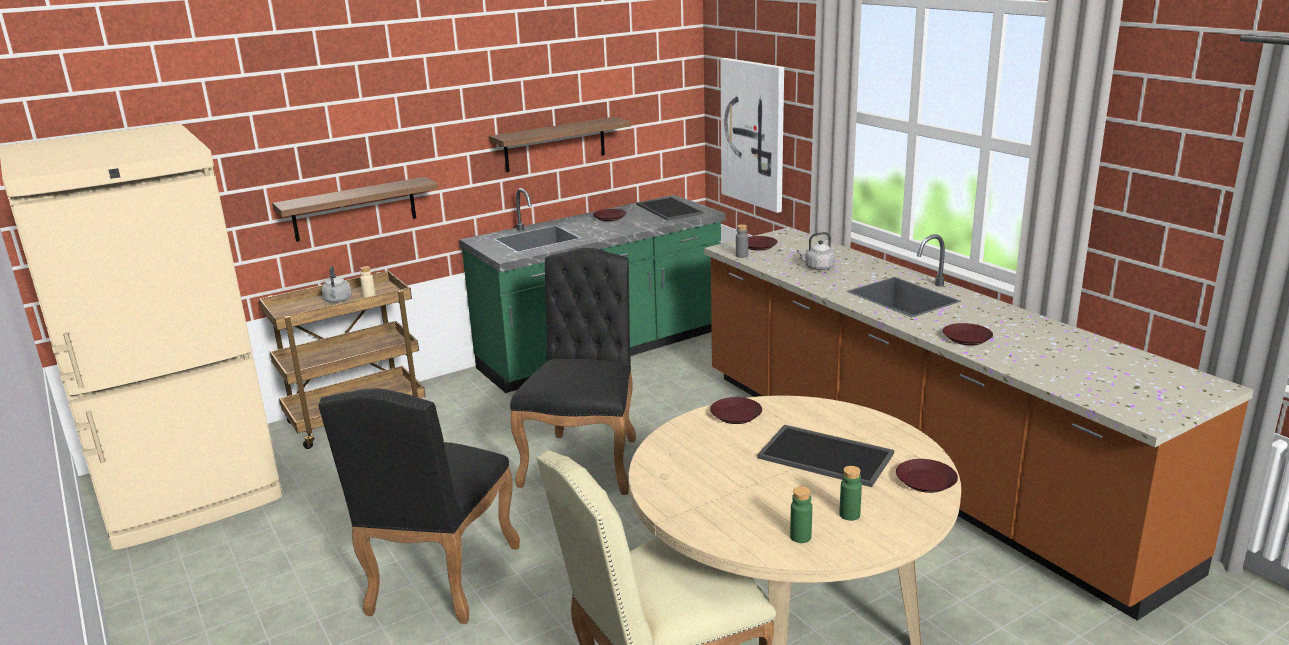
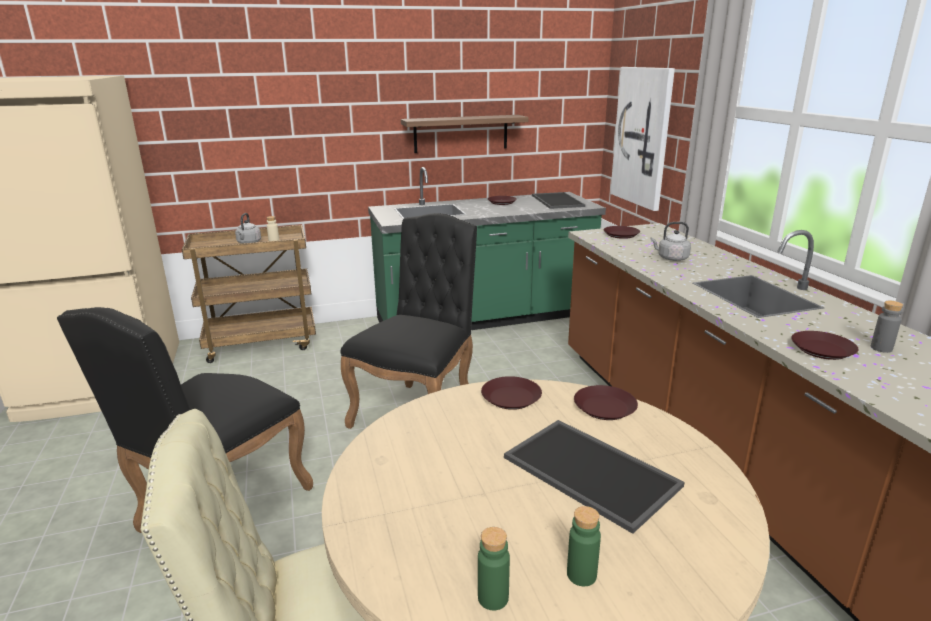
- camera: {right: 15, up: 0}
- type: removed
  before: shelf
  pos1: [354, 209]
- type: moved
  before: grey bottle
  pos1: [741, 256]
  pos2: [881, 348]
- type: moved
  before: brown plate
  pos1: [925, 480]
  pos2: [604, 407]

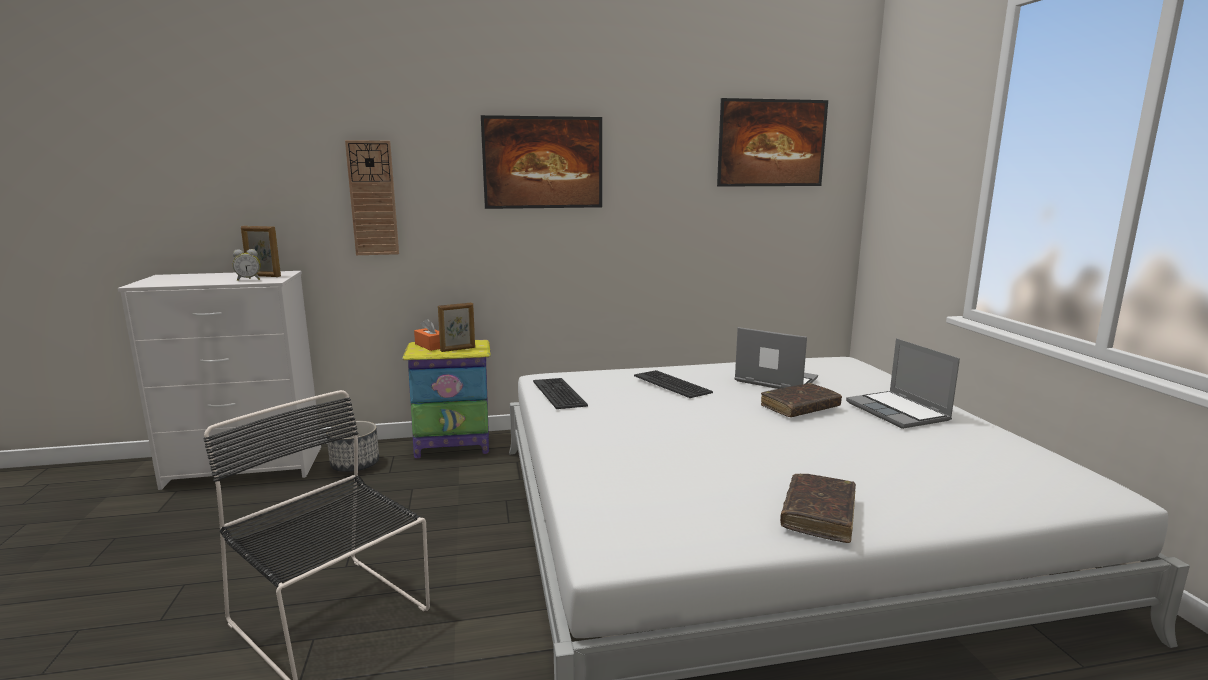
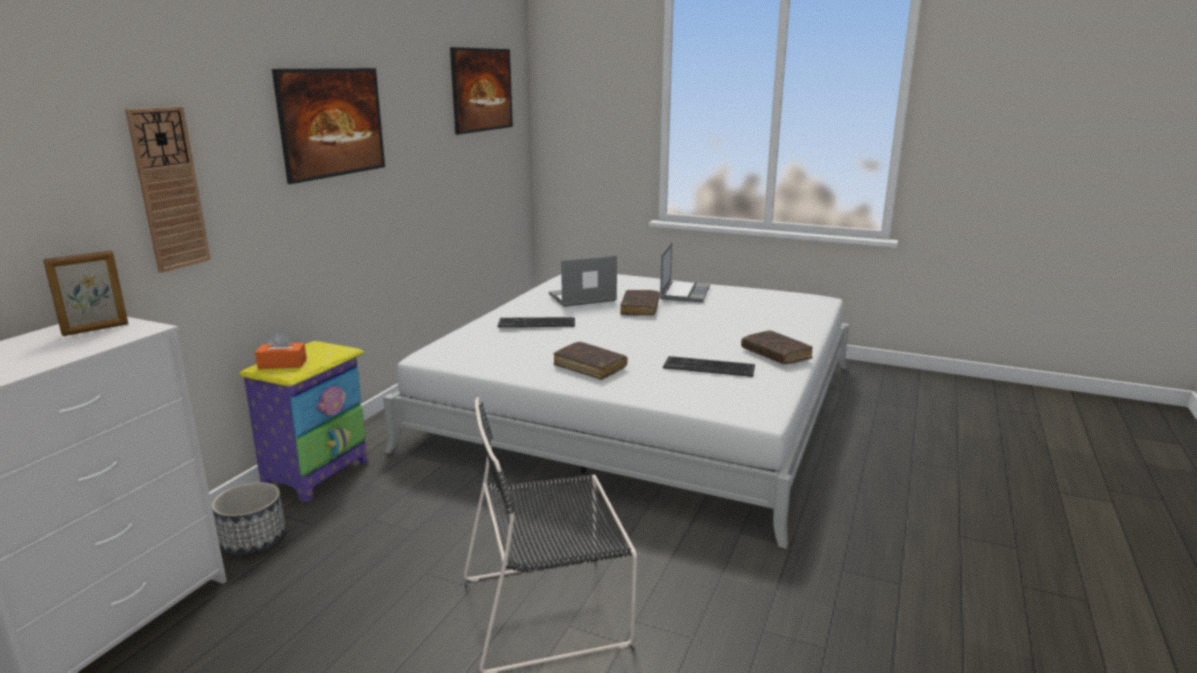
- camera: {right: -55, up: 5}
- type: removed
  before: alarm clock
  pos1: [249, 279]
- type: removed
  before: picture frame
  pos1: [458, 349]
- type: turned
  before: laptop
  pos1: [899, 412]
  pos2: [684, 293]
  turn: -90
- type: moved
  before: keyboard
  pos1: [560, 394]
  pos2: [709, 367]
- type: added
  after: brown book
  pos2: [590, 367]

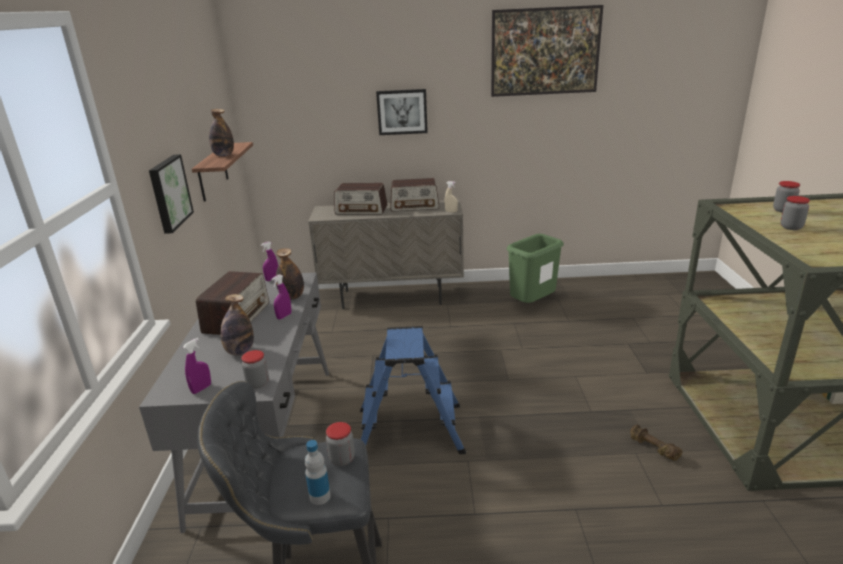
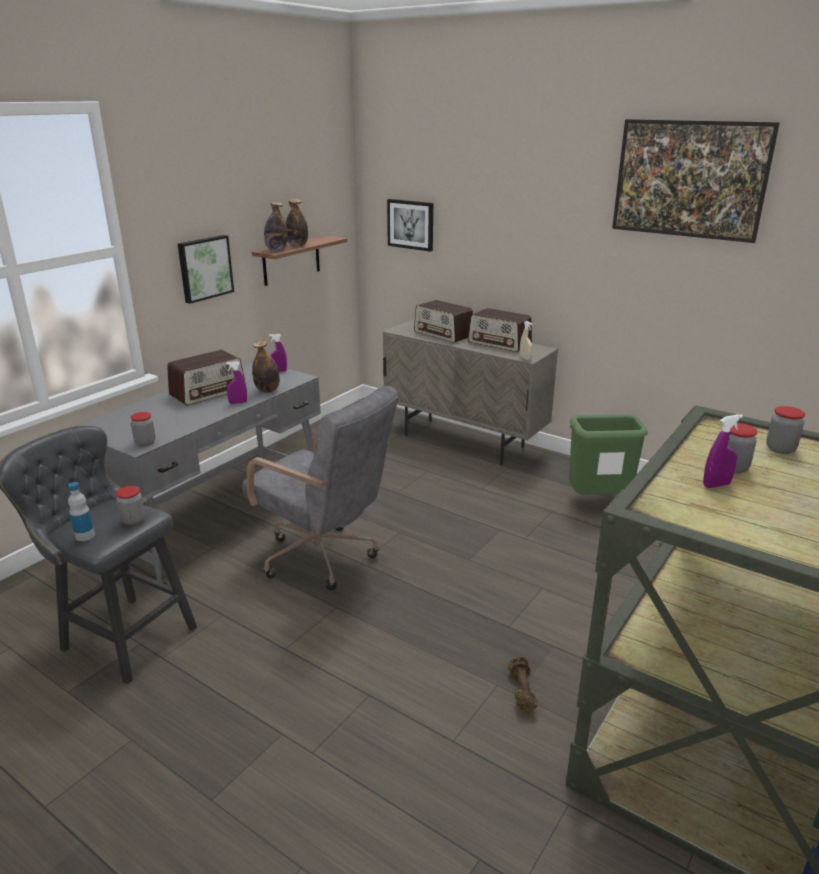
- camera: {right: 35, up: 0}
- type: moved
  before: picture
  pos1: [402, 112]
  pos2: [411, 224]
- type: moved
  before: bottle
  pos1: [240, 352]
  pos2: [276, 250]
- type: replaced
  before: blue step ladder
  after: grey office chair
  pos1: [410, 430]
  pos2: [324, 560]
- type: moved
  before: purple spray bottle
  pos1: [201, 389]
  pos2: [716, 485]

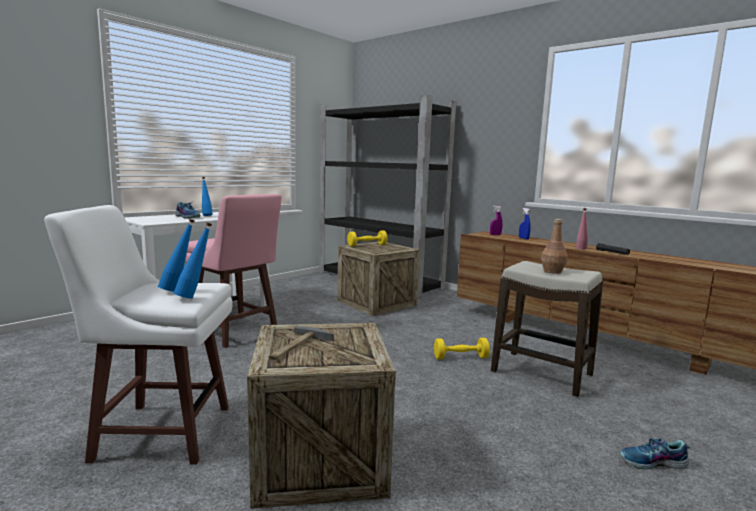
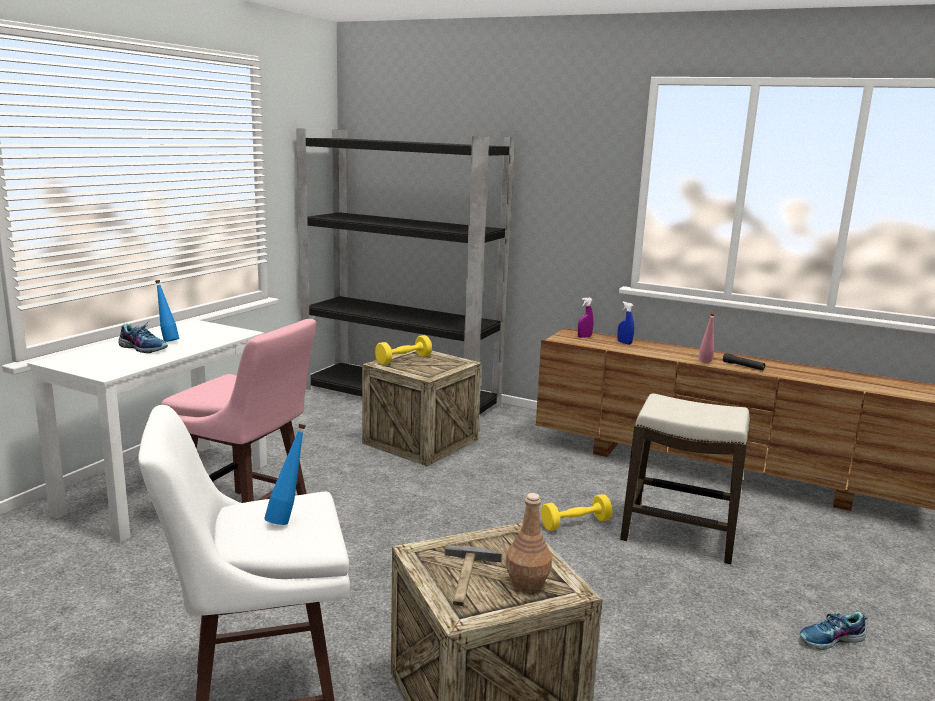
- camera: {right: -15, up: 5}
- type: moved
  before: brown bottle
  pos1: [553, 271]
  pos2: [527, 583]
- type: removed
  before: blue bottle
  pos1: [194, 297]

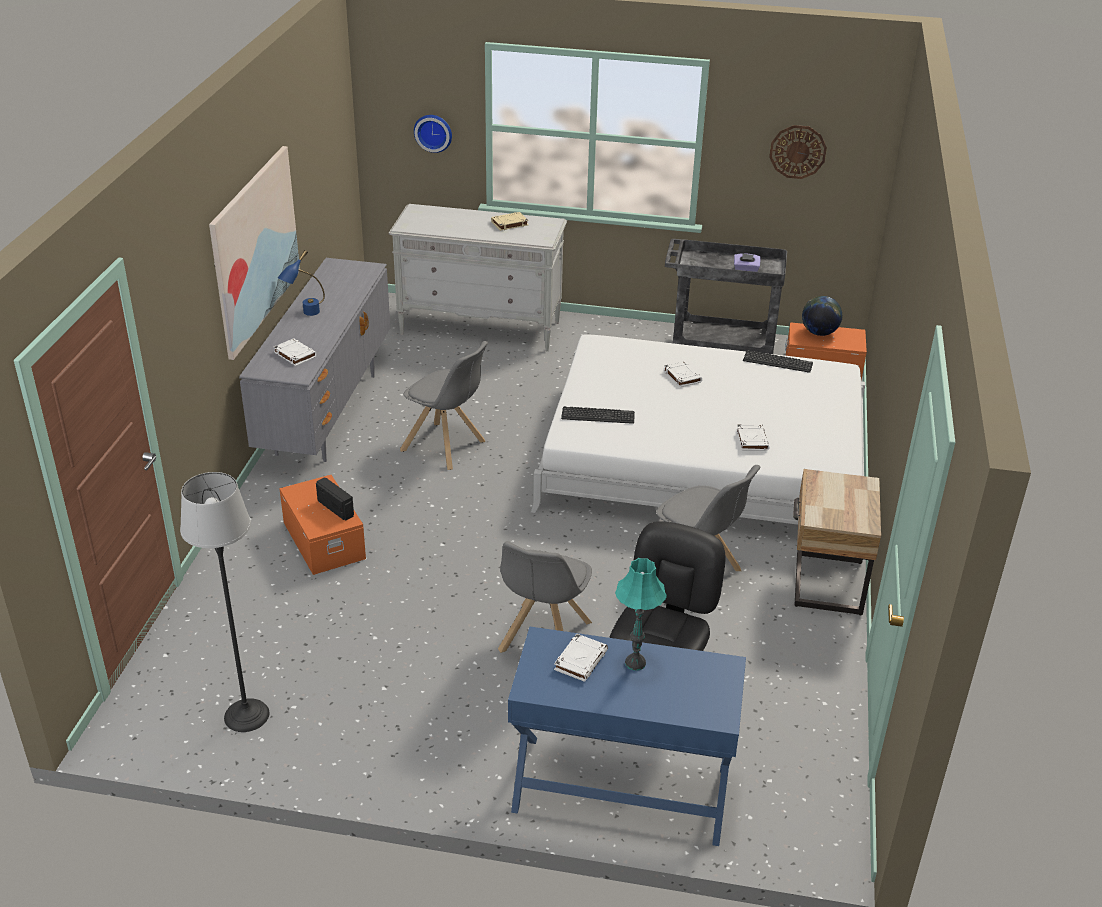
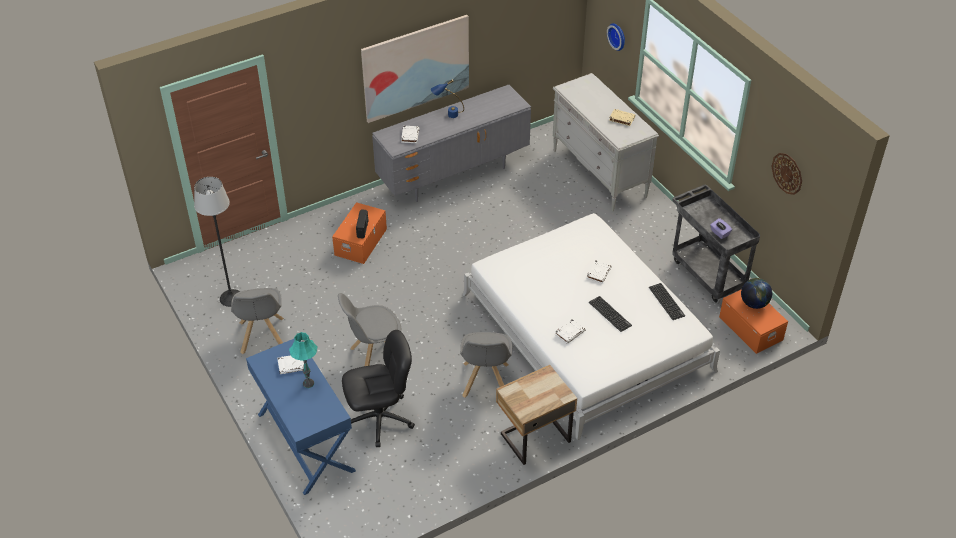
- camera: {right: 50, up: 10}
- type: moved
  before: grey chair
  pos1: [446, 447]
  pos2: [262, 337]
- type: moved
  before: keyboard
  pos1: [598, 416]
  pos2: [610, 314]

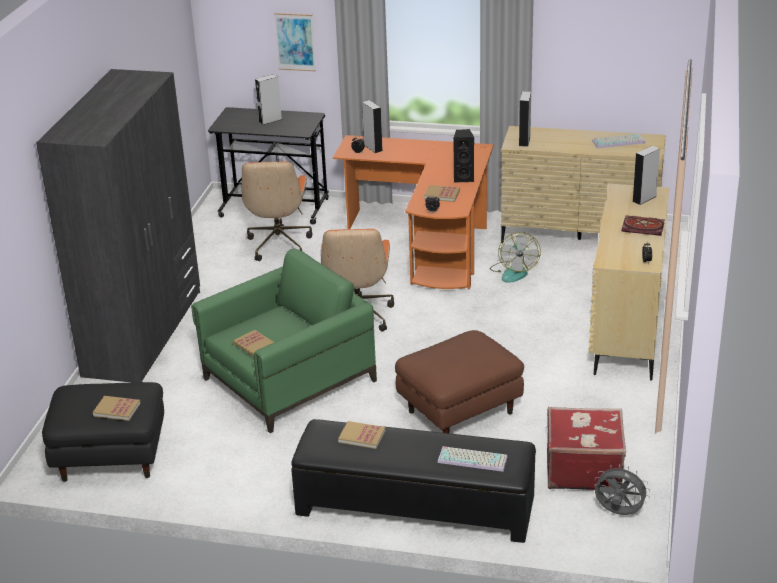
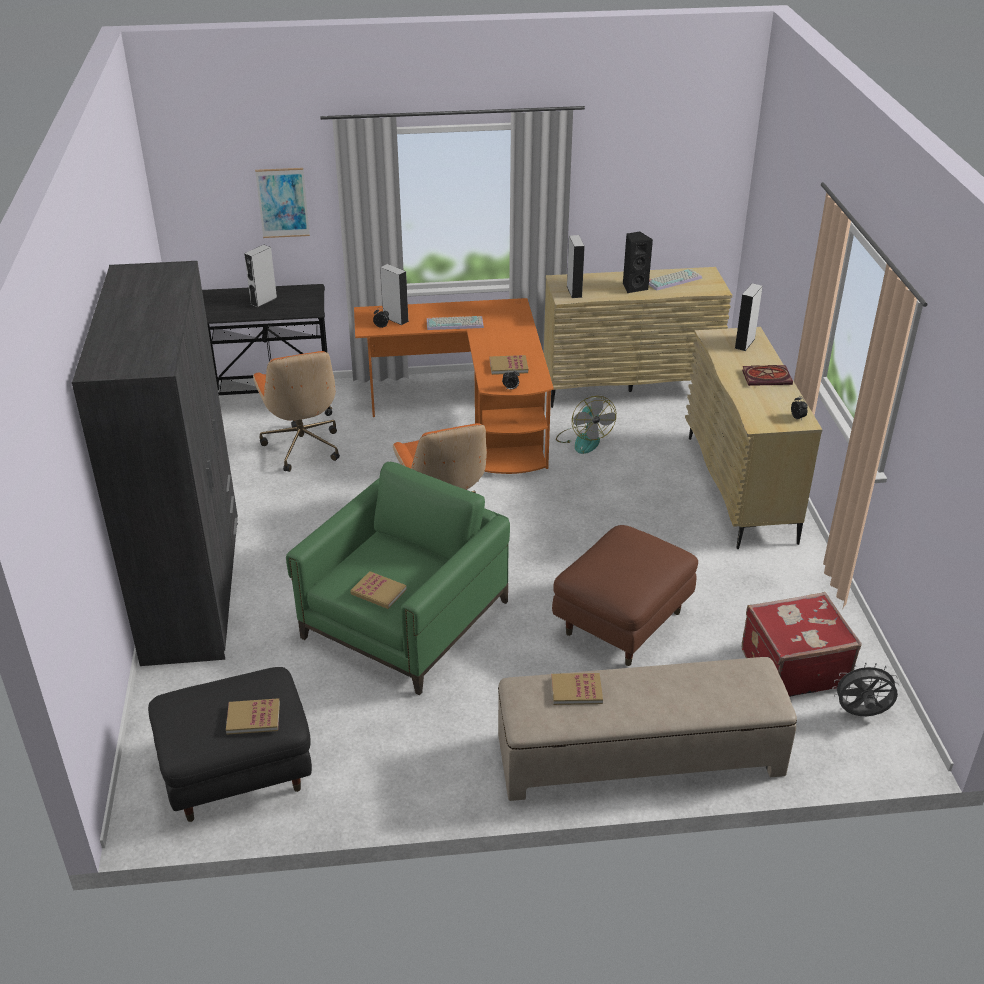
- camera: {right: -20, up: 5}
- type: moved
  before: black speaker
  pos1: [463, 178]
  pos2: [634, 287]
- type: recoloured
  before: black bench
  after: beige bench
  pos1: [414, 505]
  pos2: [638, 756]
- type: moved
  before: keyboard
  pos1: [473, 459]
  pos2: [455, 323]

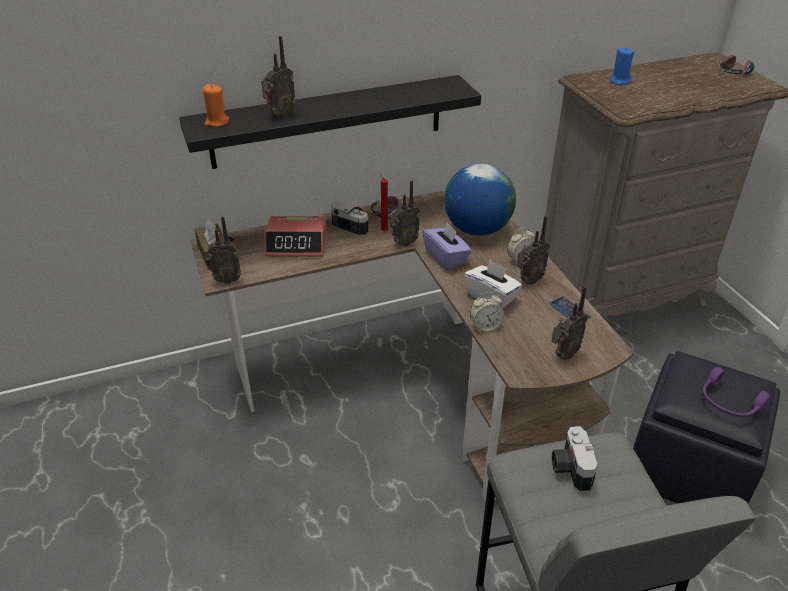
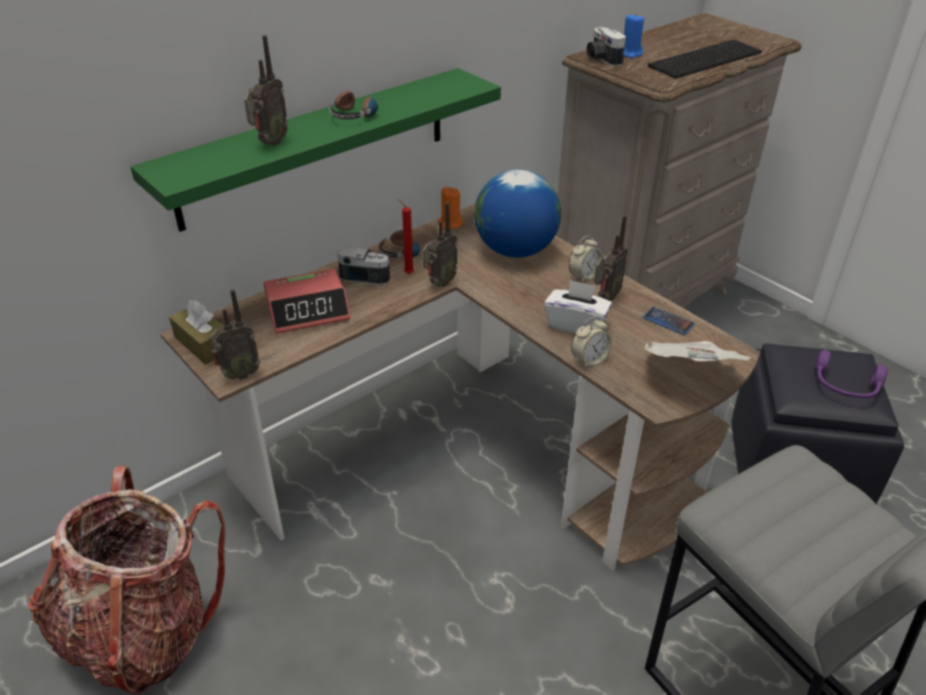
- camera: {right: -20, up: 0}
- type: moved
  before: headphones
  pos1: [736, 70]
  pos2: [357, 113]
- type: recoloured
  before: black shelf
  after: green shelf
  pos1: [328, 122]
  pos2: [316, 147]
- type: moved
  before: orange candle
  pos1: [217, 122]
  pos2: [450, 223]
- type: removed
  before: purple tissue box
  pos1: [446, 258]
- type: replaced
  before: radio
  after: newspaper
  pos1: [563, 355]
  pos2: [691, 372]
- type: moved
  before: photo camera
  pos1: [569, 468]
  pos2: [601, 59]
- type: added
  after: keyboard
  pos2: [704, 58]
- type: added
  after: backpack
  pos2: [143, 632]

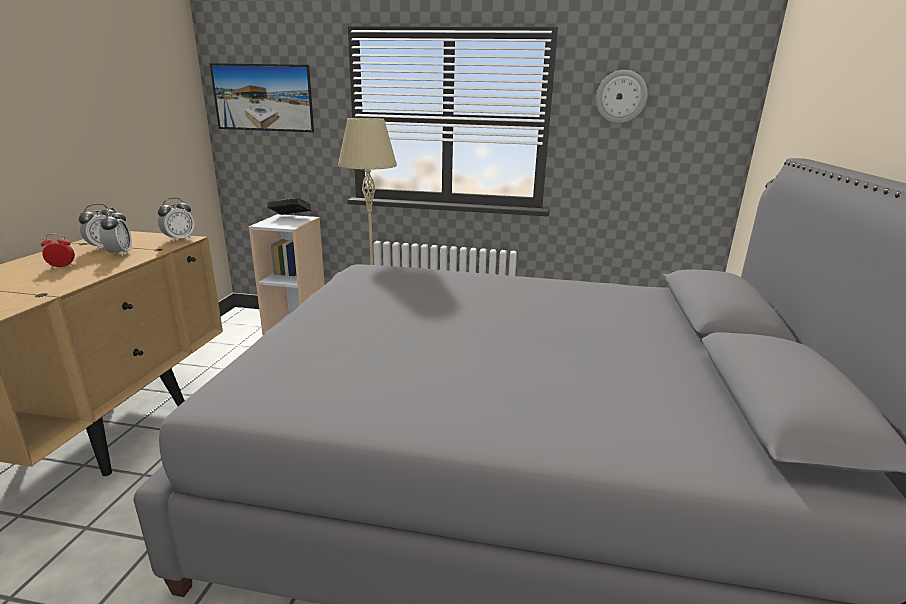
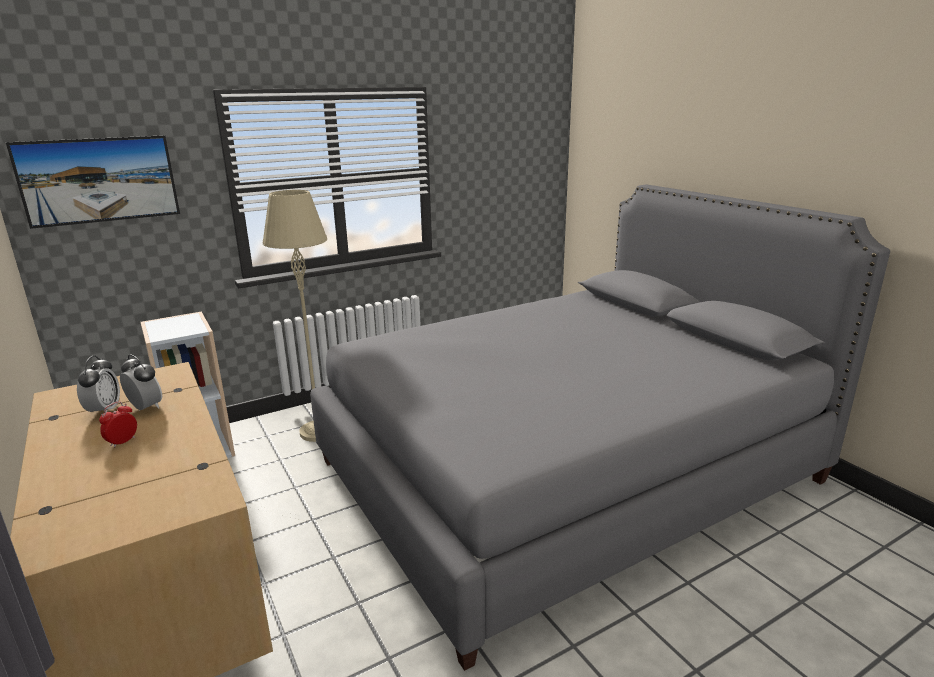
- camera: {right: -40, up: 0}
- type: removed
  before: wall clock
  pos1: [621, 96]
- type: removed
  before: alarm clock
  pos1: [179, 239]
- type: removed
  before: book
  pos1: [290, 217]

